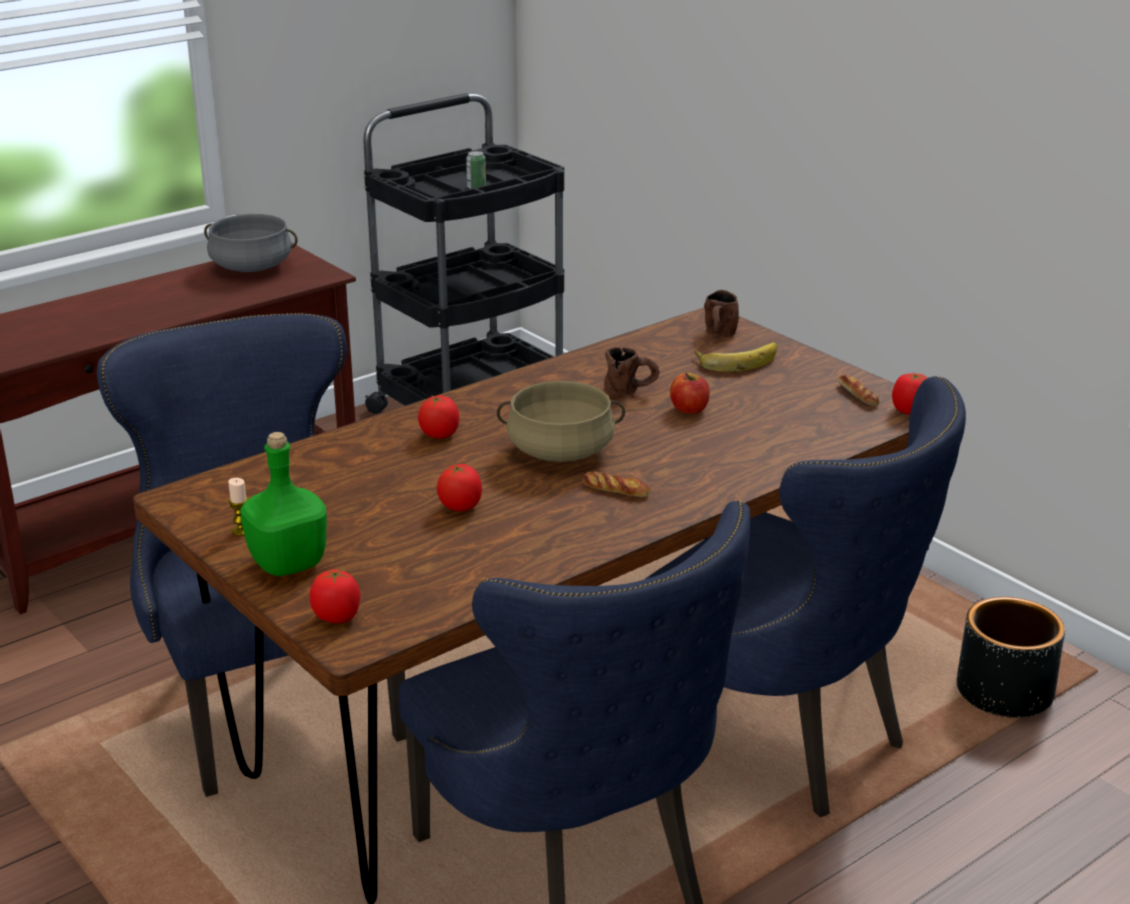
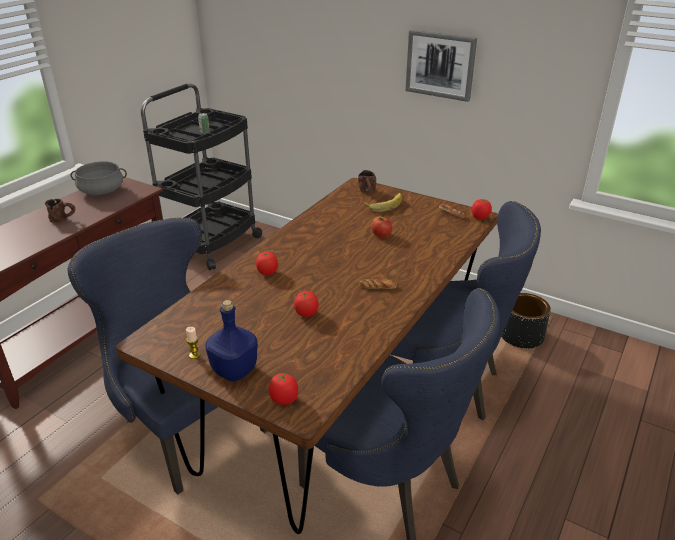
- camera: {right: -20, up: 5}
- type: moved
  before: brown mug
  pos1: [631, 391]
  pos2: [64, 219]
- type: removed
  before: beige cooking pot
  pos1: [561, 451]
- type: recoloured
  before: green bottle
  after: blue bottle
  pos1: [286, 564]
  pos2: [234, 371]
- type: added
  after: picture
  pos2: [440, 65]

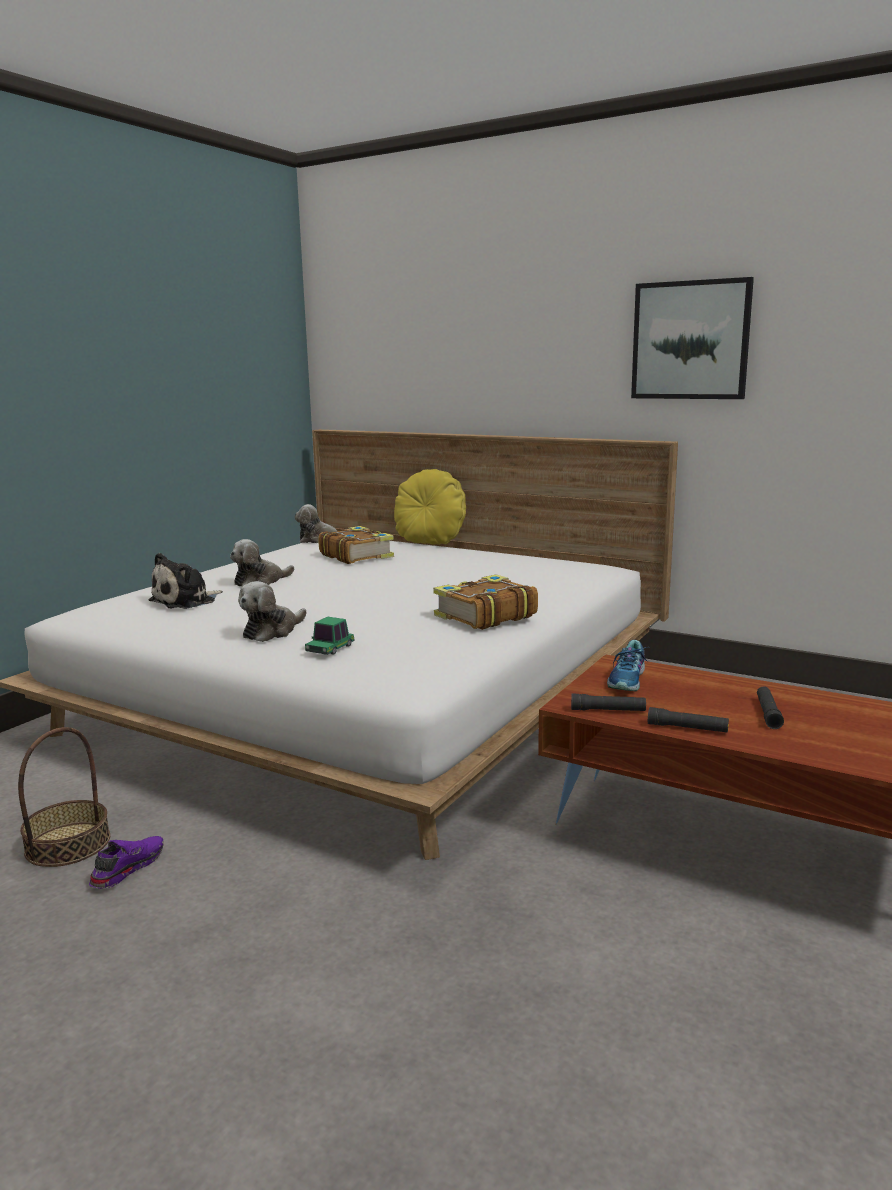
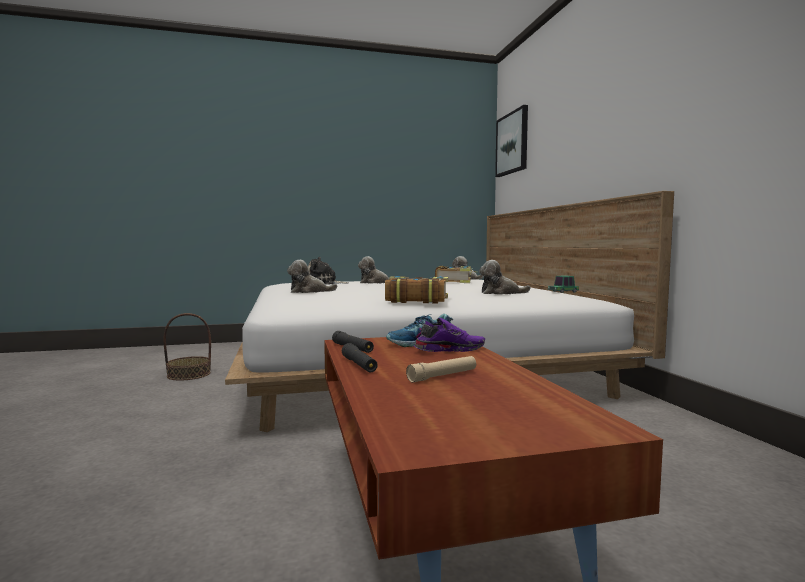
- camera: {right: 45, up: -10}
- type: moved
  before: picture
  pos1: [690, 340]
  pos2: [512, 143]
- type: removed
  before: yellow pillow
  pos1: [430, 542]
- type: moved
  before: toy car
  pos1: [330, 649]
  pos2: [563, 292]
- type: recoloured
  before: black flashlight
  after: beige flashlight
  pos1: [768, 713]
  pos2: [443, 376]
- type: moved
  before: purple shoe
  pos1: [127, 868]
  pos2: [449, 349]
- type: added
  after: plush toy
  pos2: [500, 293]

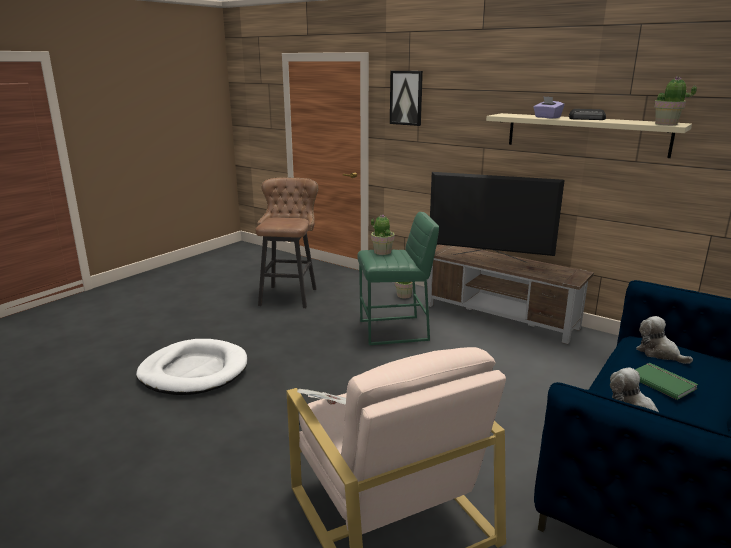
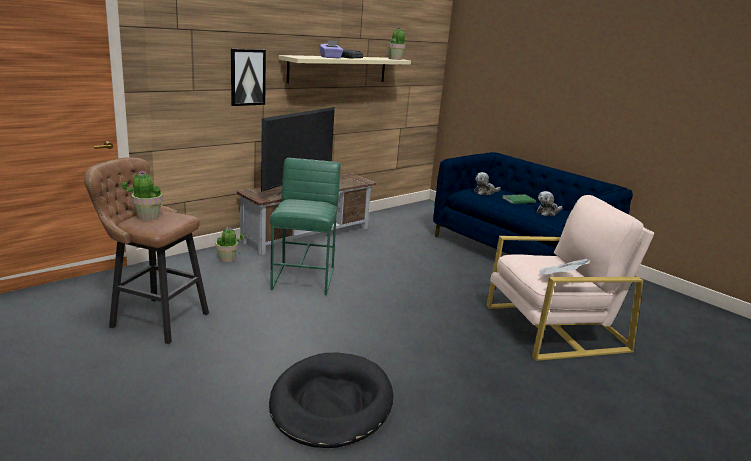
- camera: {right: -80, up: 0}
- type: moved
  before: picture
  pos1: [406, 98]
  pos2: [247, 77]
- type: moved
  before: potted plant
  pos1: [382, 252]
  pos2: [148, 216]
- type: recoloured
  before: white dog bed
  after: black dog bed
  pos1: [194, 371]
  pos2: [331, 403]

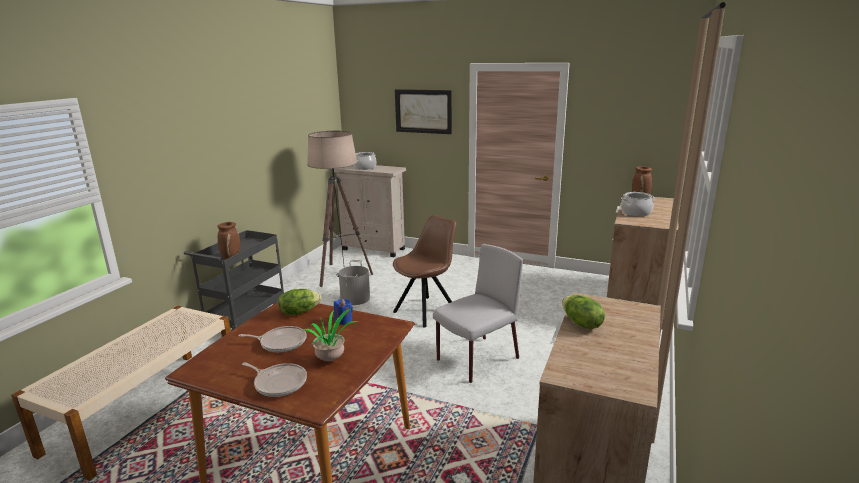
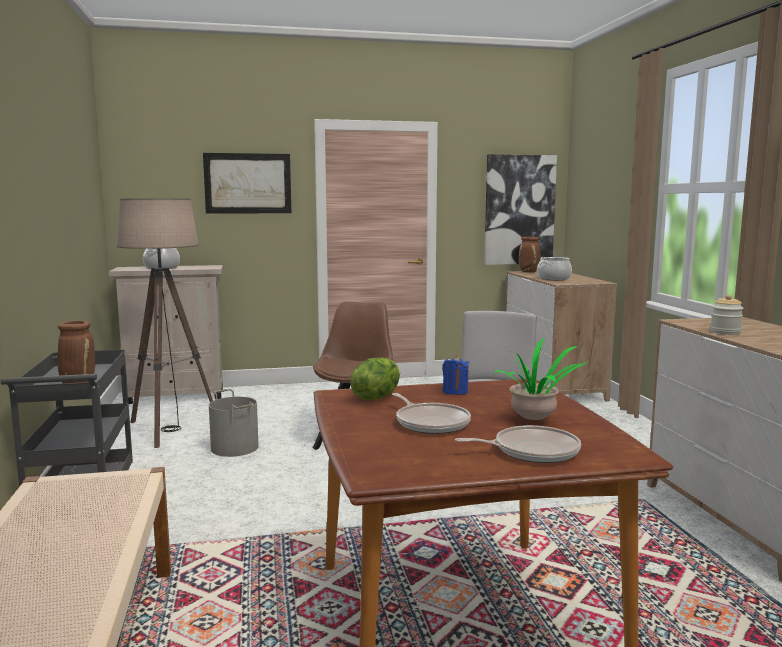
- camera: {right: -35, up: -10}
- type: replaced
  before: lettuce
  after: jar
  pos1: [581, 323]
  pos2: [725, 332]
- type: turned
  before: frying pan
  pos1: [281, 342]
  pos2: [430, 423]
  turn: 90
- type: added
  after: picture
  pos2: [519, 210]

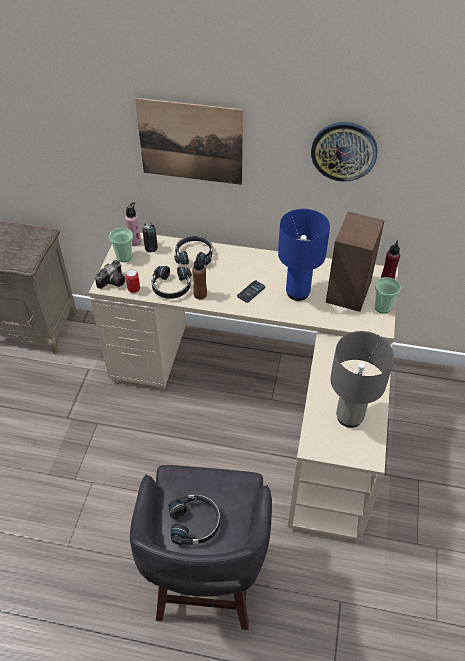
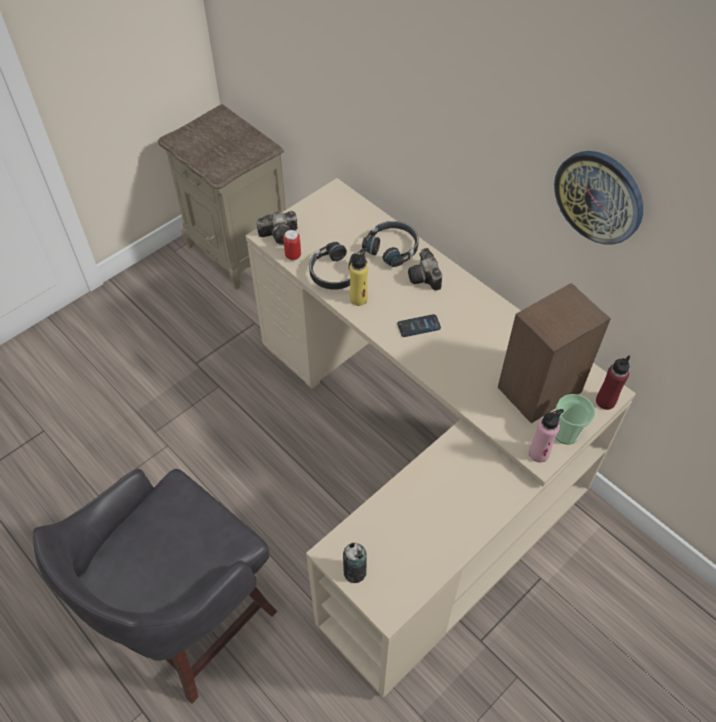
- camera: {right: 35, up: 5}
- type: removed
  before: picture
  pos1: [190, 142]
- type: moved
  before: pink bottle
  pos1: [135, 242]
  pos2: [539, 453]
- type: removed
  before: blue table lamp
  pos1: [298, 292]
- type: moved
  before: can
  pos1: [151, 248]
  pos2: [354, 572]
- type: removed
  before: cup
  pos1: [124, 257]
- type: recoloured
  before: brown bottle
  after: yellow bottle
  pos1: [200, 294]
  pos2: [358, 299]
- type: removed
  before: grey table lamp
  pos1: [350, 417]
- type: removed
  before: black headphones
  pos1: [195, 522]
- type: added
  after: photo camera
  pos2: [425, 278]

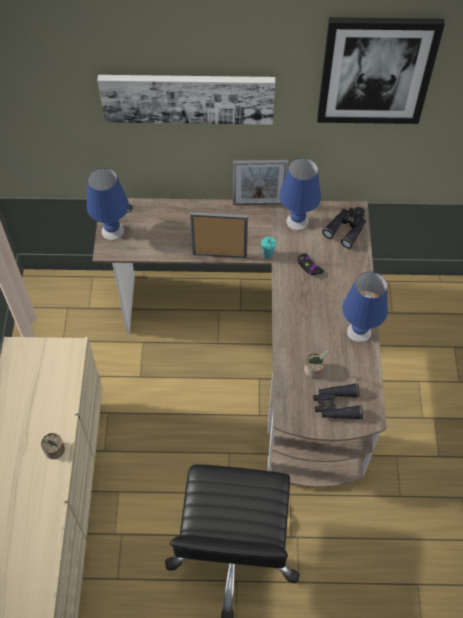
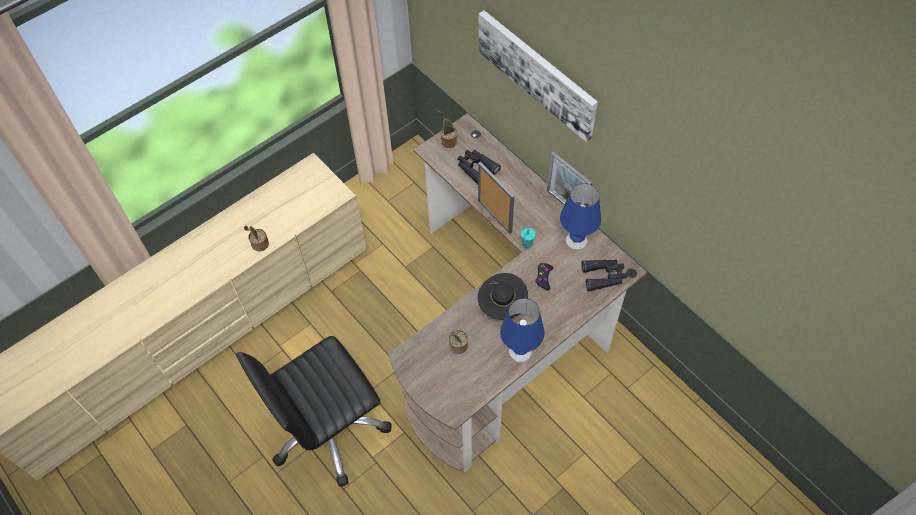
- camera: {right: 50, up: 0}
- type: removed
  before: picture
  pos1: [376, 71]
- type: replaced
  before: blue table lamp
  after: potted plant
  pos1: [112, 231]
  pos2: [448, 141]
- type: moved
  before: black binoculars
  pos1: [336, 405]
  pos2: [476, 168]
- type: added
  after: black hat
  pos2: [502, 305]

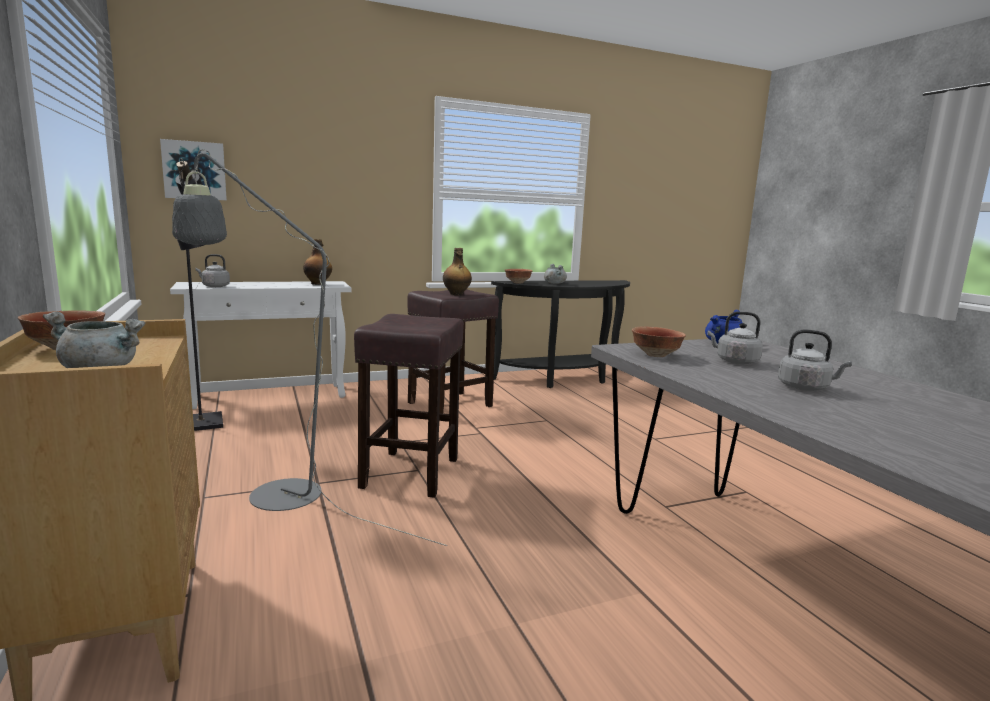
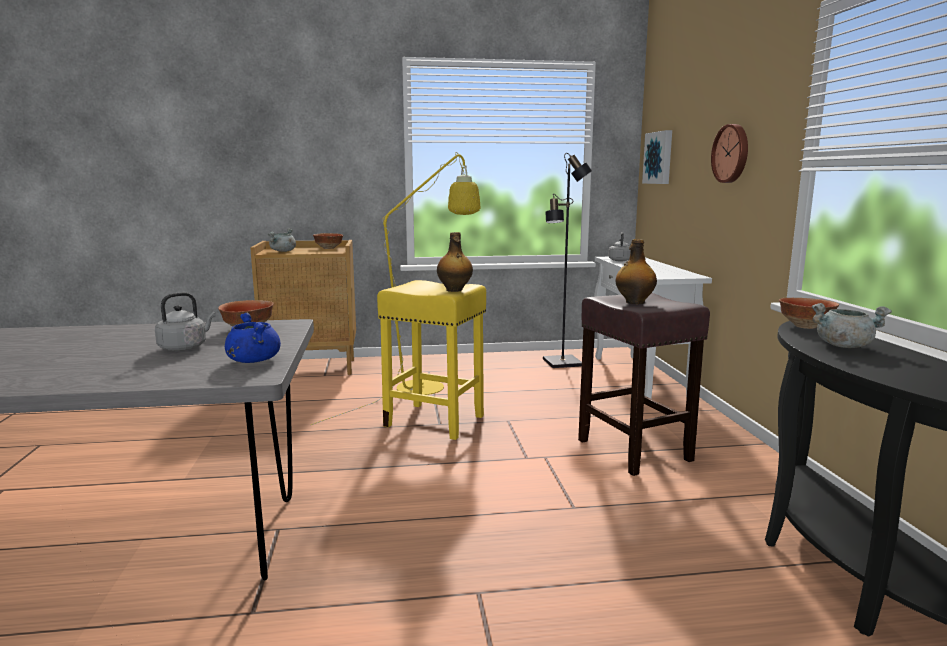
- camera: {right: 105, up: 0}
- type: recoloured
  before: grey floor lamp
  after: yellow floor lamp
  pos1: [271, 490]
  pos2: [429, 384]
- type: moved
  before: bottle
  pos1: [318, 283]
  pos2: [454, 290]
- type: recoloured
  before: brown stool
  after: yellow stool
  pos1: [411, 472]
  pos2: [436, 421]
- type: removed
  before: grey kettle
  pos1: [806, 388]
- type: added
  after: wall clock
  pos2: [732, 153]

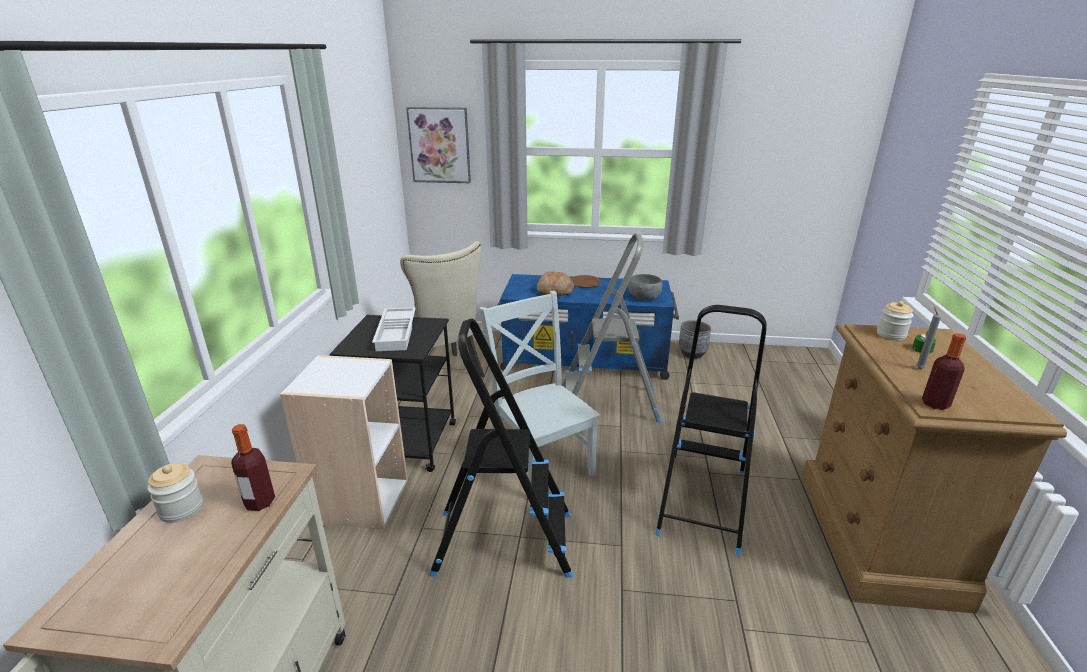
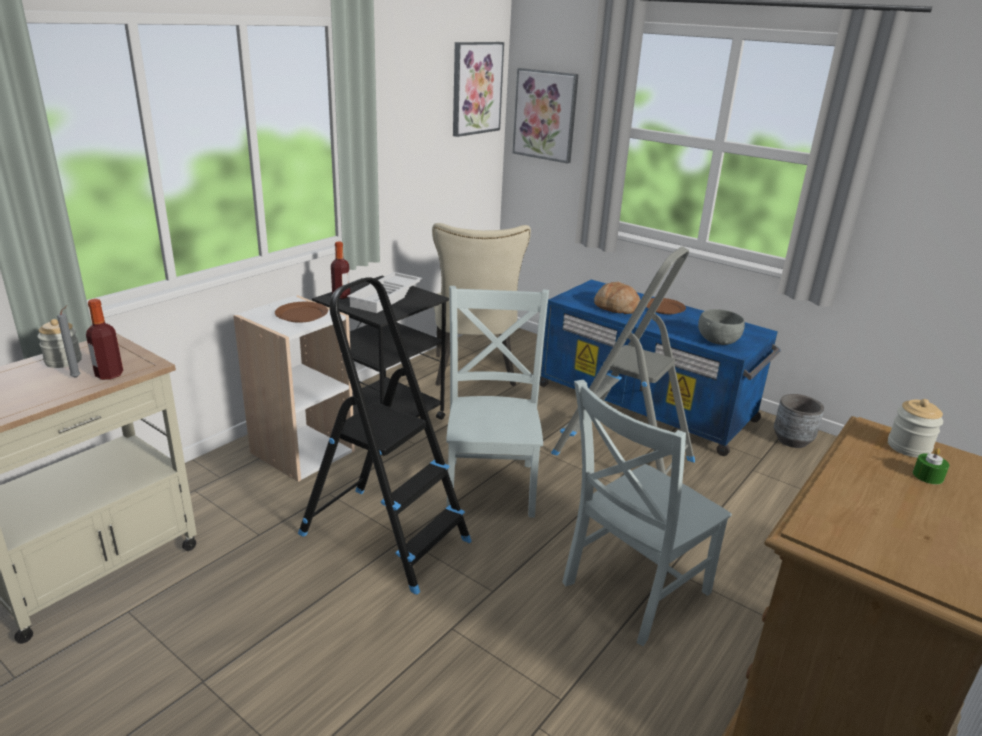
- camera: {right: 30, up: 0}
- type: replaced
  before: black step ladder
  after: grey chair
  pos1: [702, 499]
  pos2: [632, 590]
- type: moved
  before: grey candle
  pos1: [918, 368]
  pos2: [77, 377]
- type: moved
  before: bottle
  pos1: [935, 404]
  pos2: [341, 296]
- type: added
  after: picture
  pos2: [476, 88]
- type: added
  after: brown plate
  pos2: [301, 314]

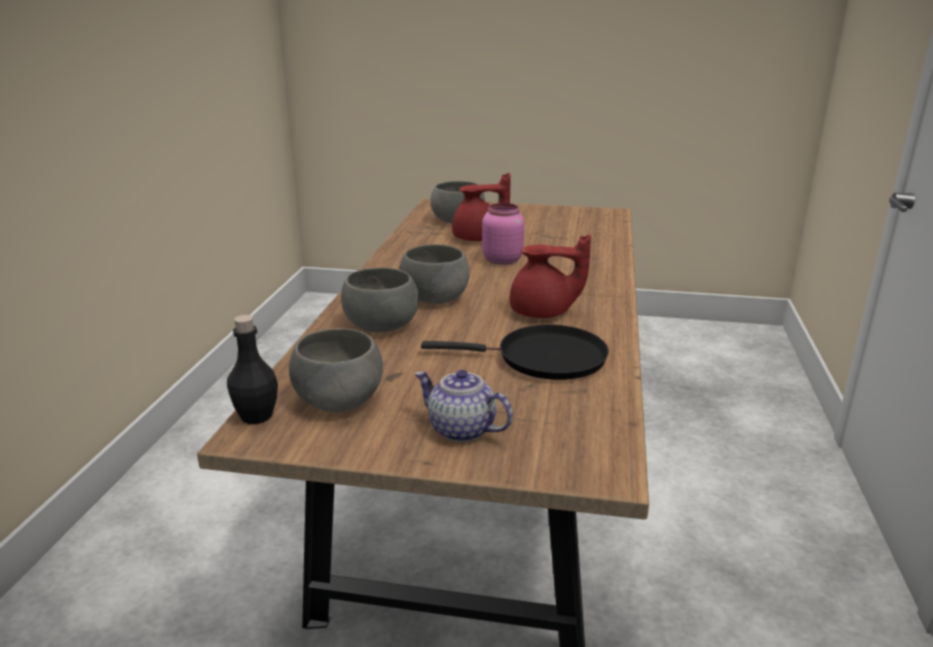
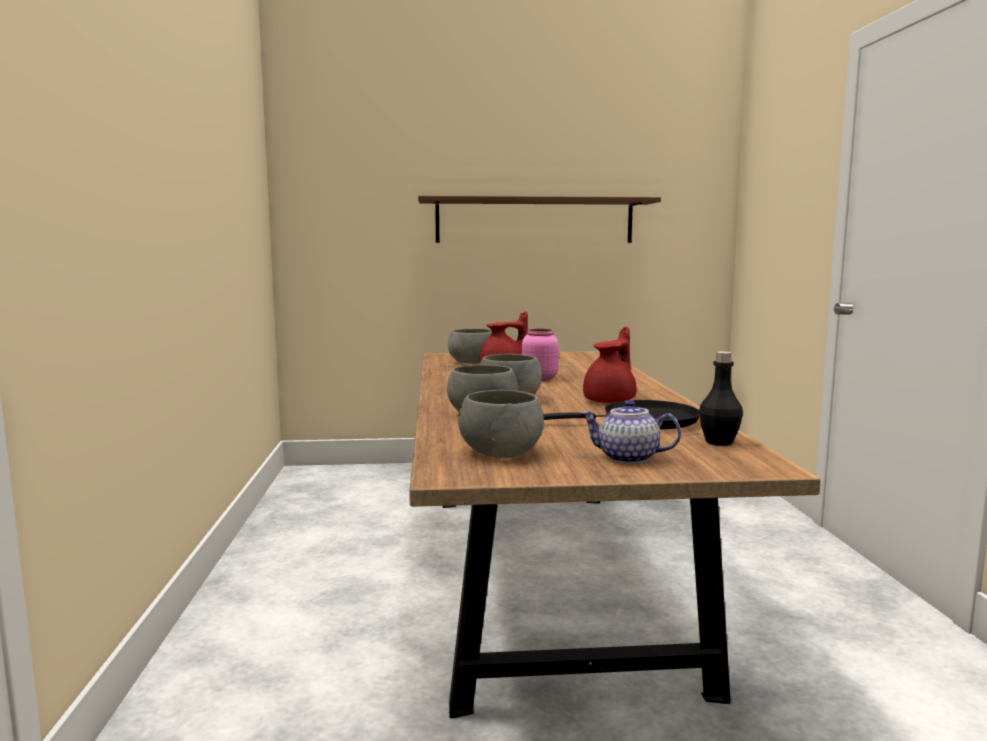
- camera: {right: -15, up: -15}
- type: turned
  before: red teapot
  pos1: [543, 313]
  pos2: [611, 400]
  turn: -45
- type: moved
  before: black bottle
  pos1: [256, 416]
  pos2: [719, 442]
- type: added
  after: brown shelf
  pos2: [534, 221]

